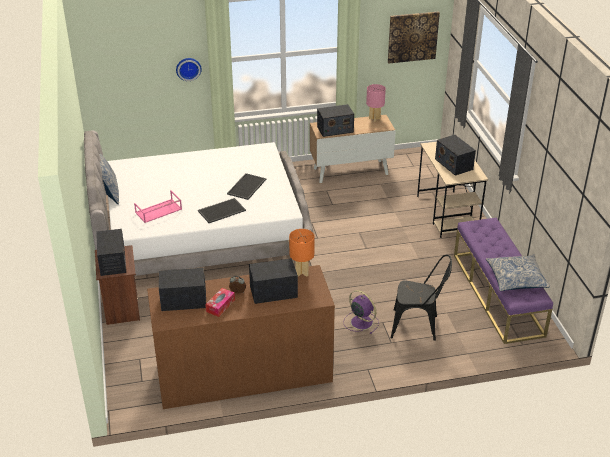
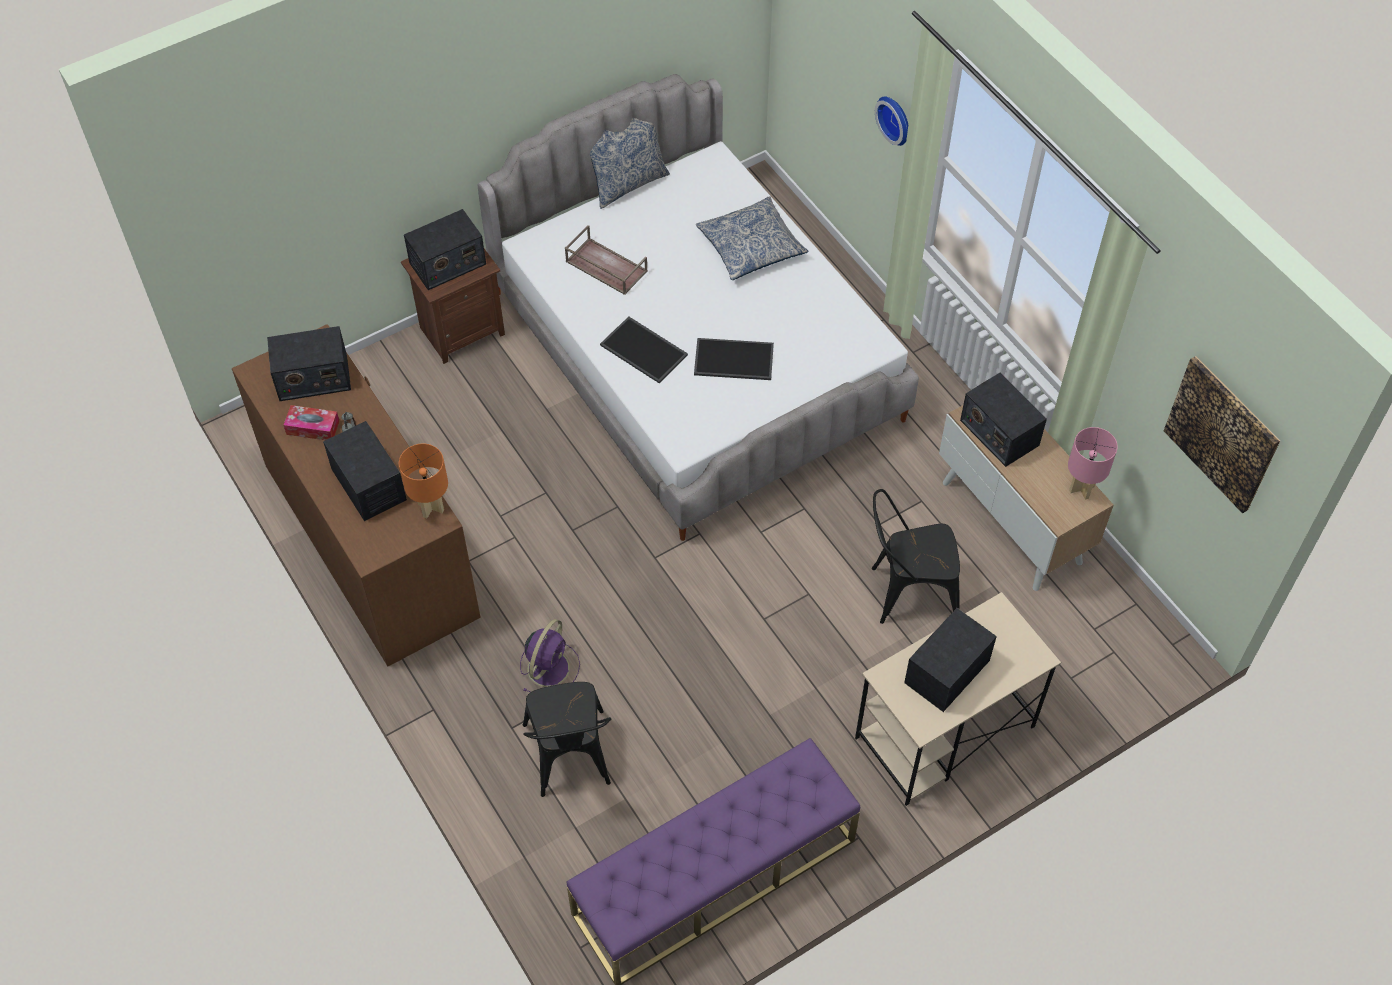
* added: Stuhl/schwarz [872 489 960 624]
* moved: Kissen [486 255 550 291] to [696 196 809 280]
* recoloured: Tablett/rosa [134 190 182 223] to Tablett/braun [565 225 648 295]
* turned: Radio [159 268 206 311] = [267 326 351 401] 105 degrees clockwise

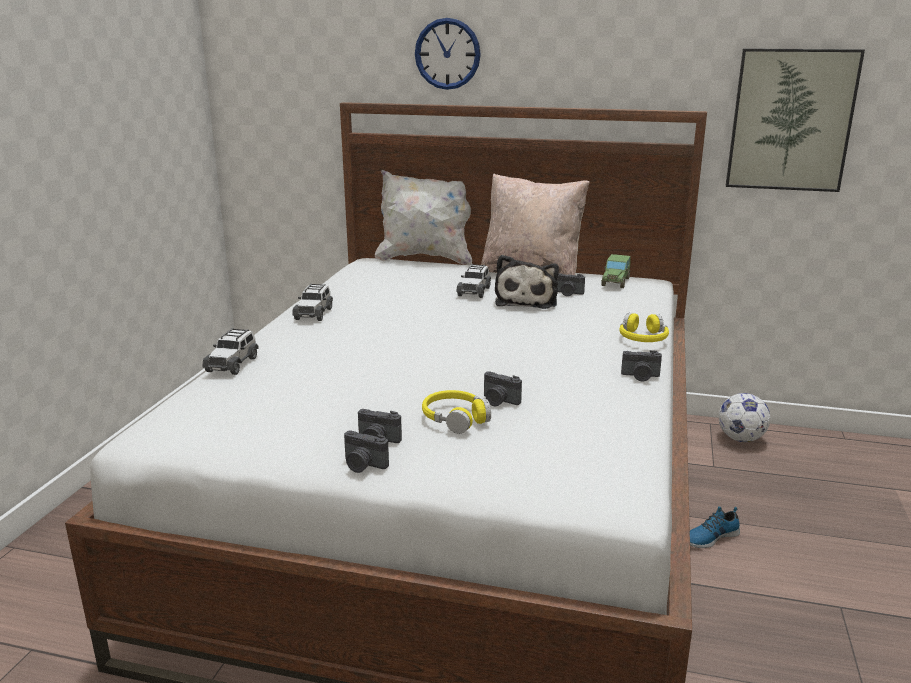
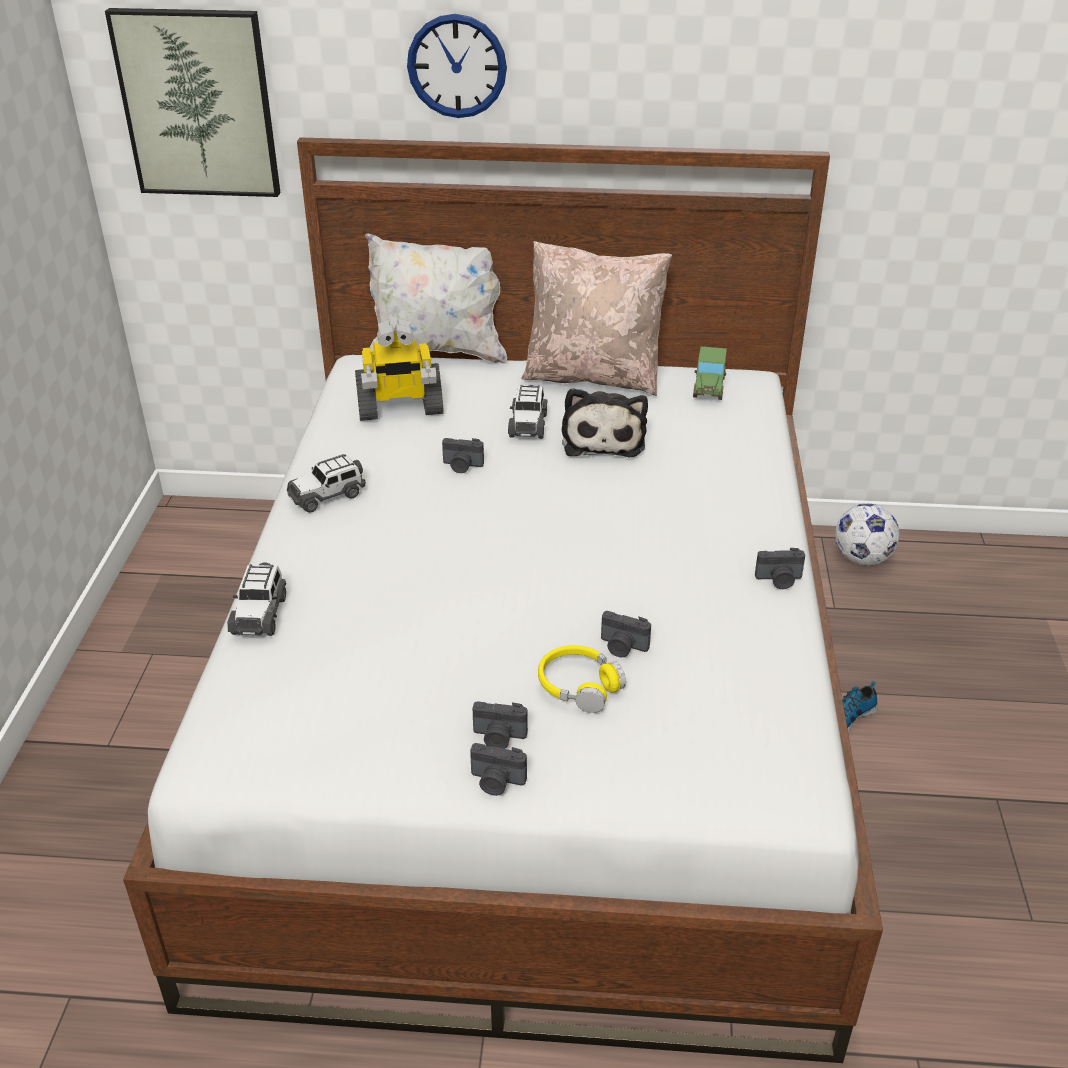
* removed: Kopfhörer/gelb [619 313 669 342]
* added: Spielzeugroboter [355 319 444 421]
* moved: Kamera [557 273 585 296] to [442 438 484 473]
* moved: Bild [726 48 865 192] to [105 8 280 197]
* turned: Spielzeugauto [292 283 333 321] = [287 454 366 513] 60 degrees clockwise

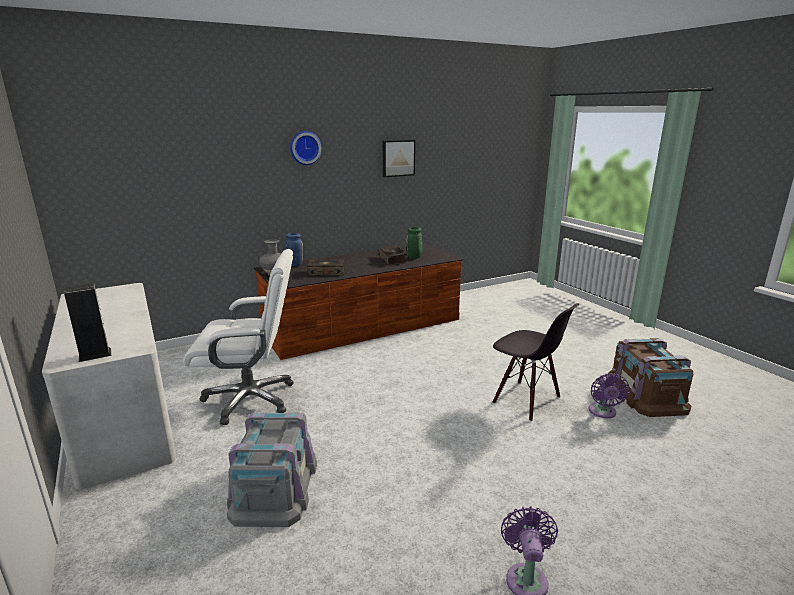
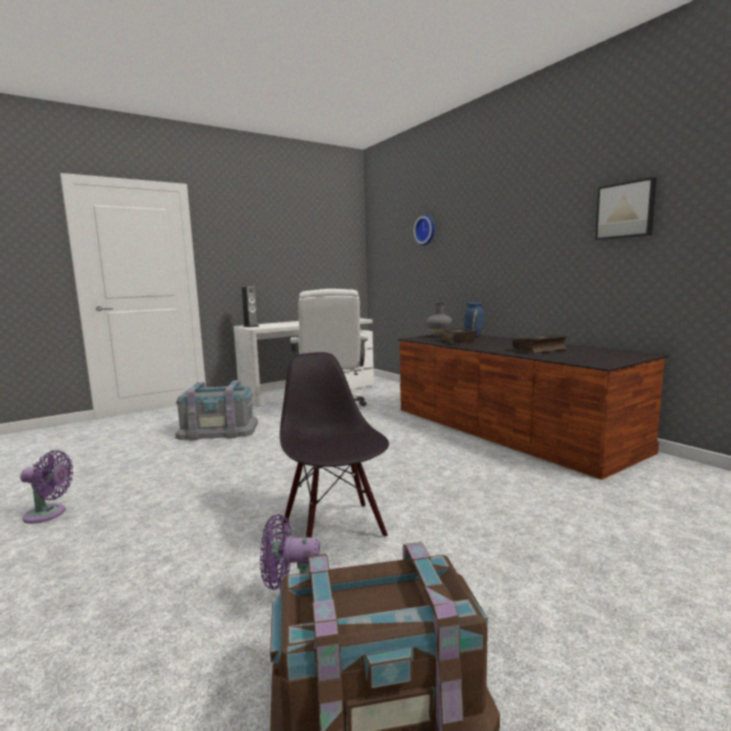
* removed: Vase/grün [406 227 423 259]
* moved: Wanduhr [290 131 322 165] to [414 215 435 246]
* turned: Stuhl/schwarz [493 303 579 421] = [280 352 389 538] 120 degrees clockwise

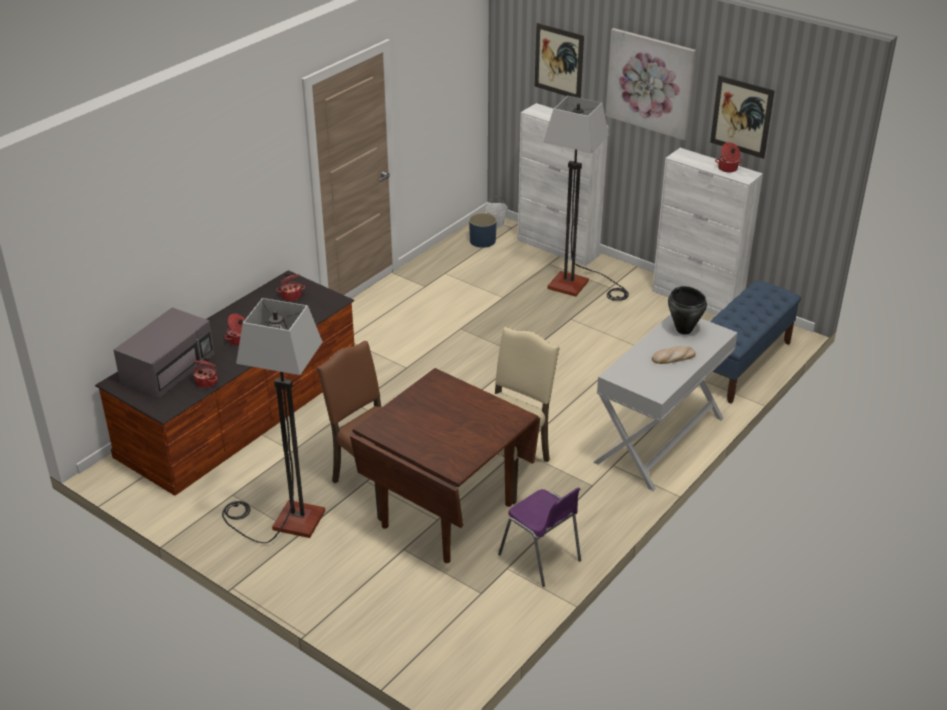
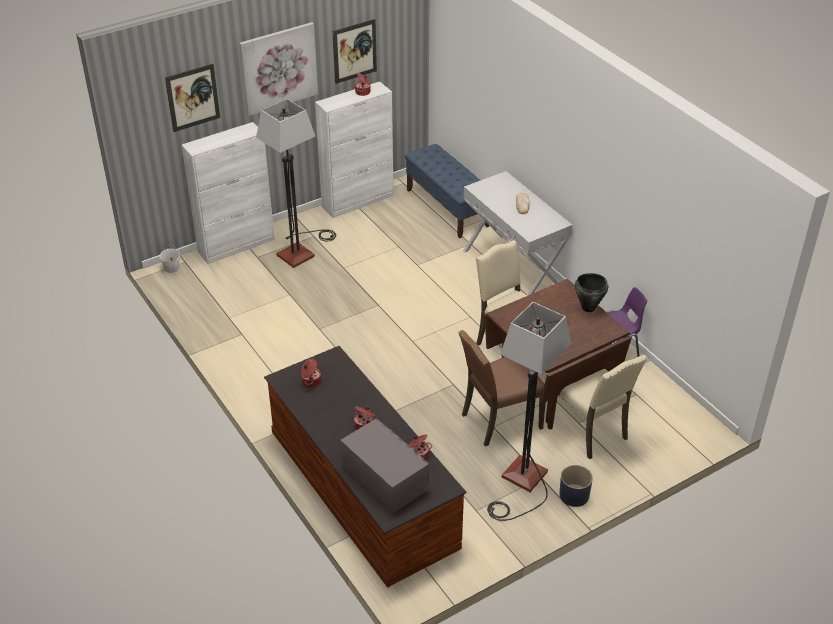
* added: Stuhl/beige [545 355 647 459]
* moved: Pflanzkübel/blau [469 213 497 248] to [559 465 593 507]
* moved: Kochtopf/schwarz [668 286 707 334] to [575 273 608 312]

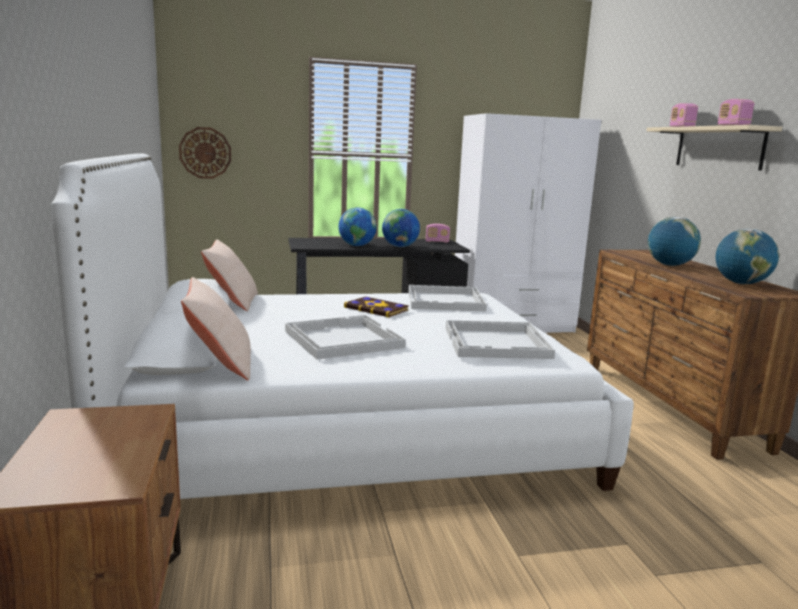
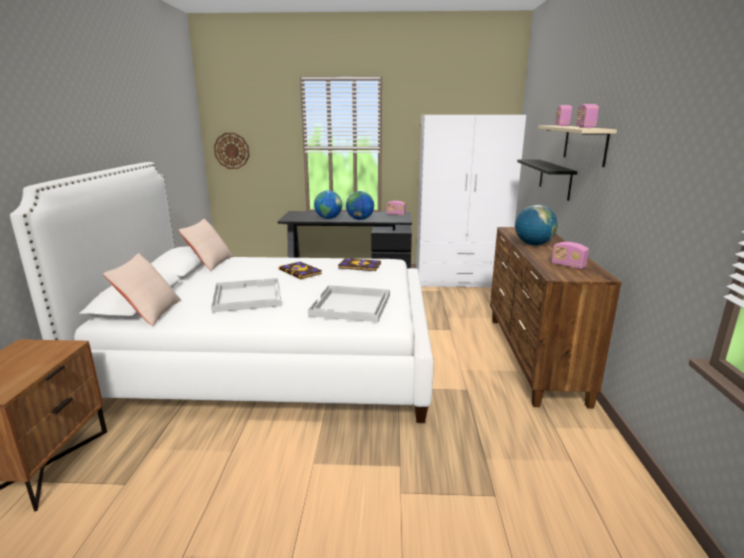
* added: Wandregal/schwarz [517 159 578 201]
* replaced: Tablett/weiß [409 285 487 312] to Buch [338 258 381 271]
* replaced: Globus [715 229 779 284] to Radio [552 242 589 269]

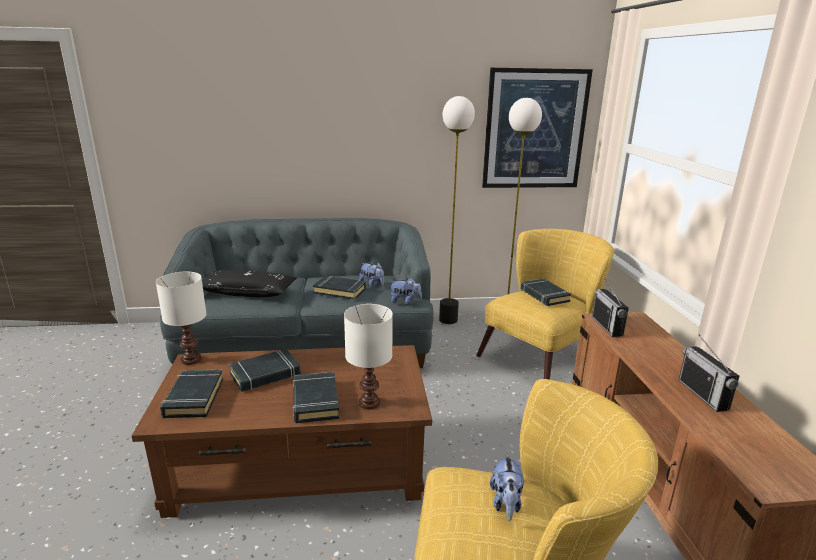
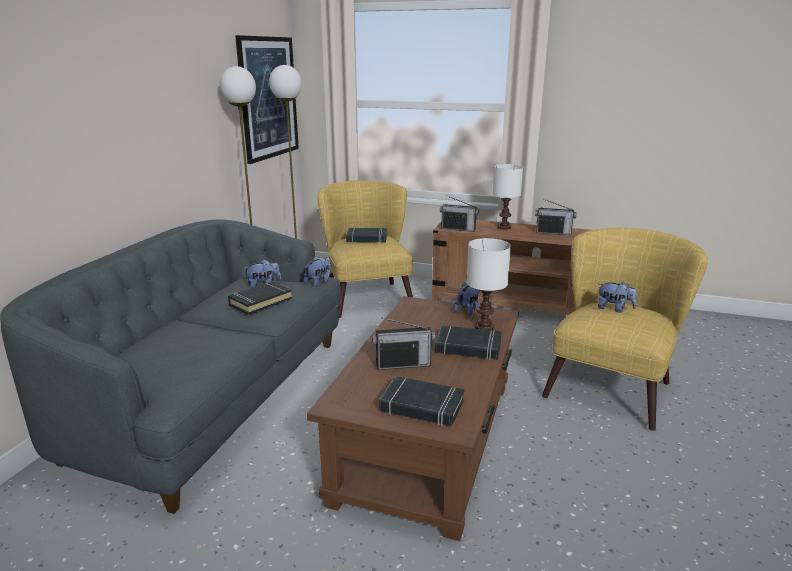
* removed: Kissen/schwarz [202 270 297 297]
* added: Plüschtier [454 281 480 316]
* moved: Tischlampe/weiß [156 272 207 365] to [492 164 523 229]
* replaced: Buch/schwarz [229 349 301 392] to Radio [372 318 436 370]

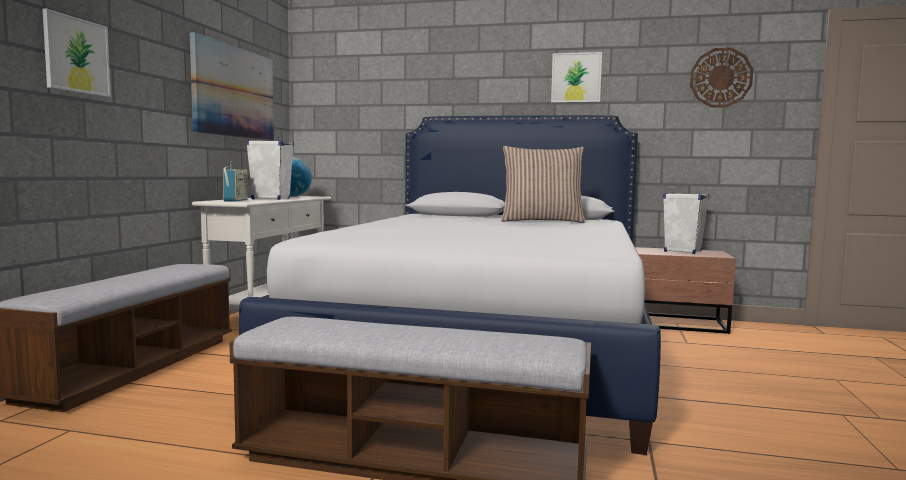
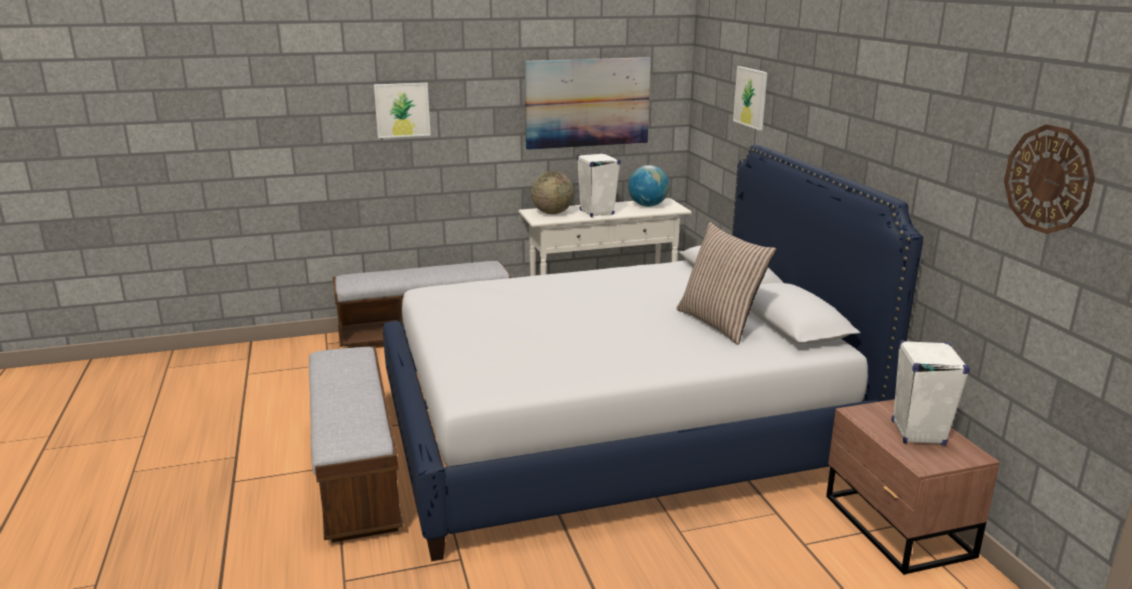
* moved: Bild [551 52 602 103] to [733 66 767 130]
* replaced: Radio [223 162 248 202] to Globus [531 171 574 214]

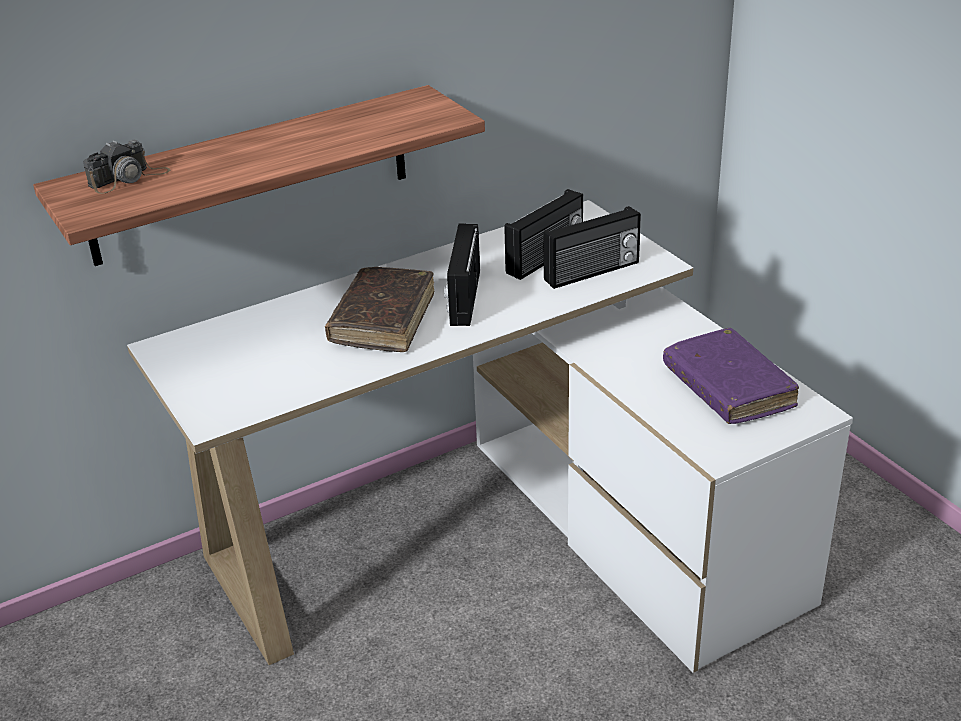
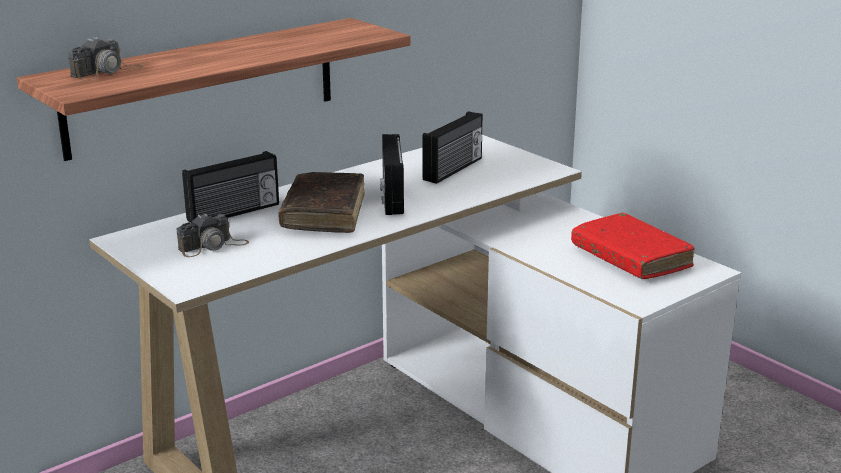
* added: Kamera [177 213 249 257]
* moved: Radio [544 206 641 289] to [182 151 279 223]
* recoloured: Buch/lila [663 328 799 424] to Buch/rot [571 213 695 279]

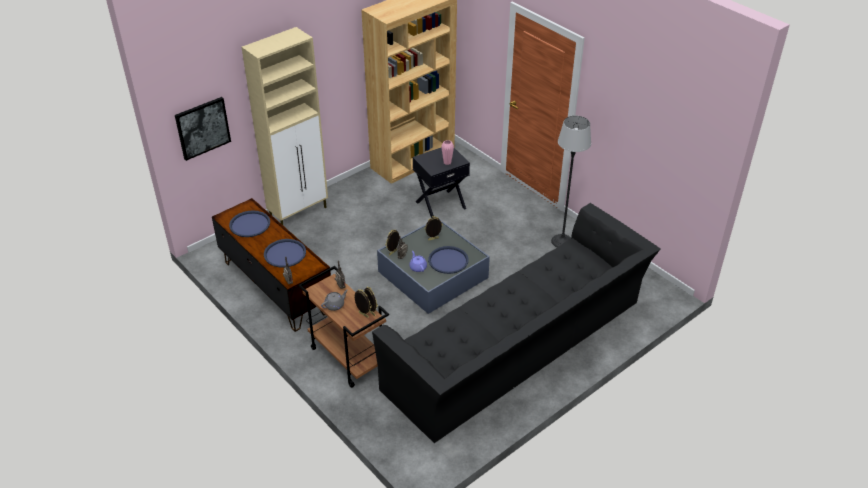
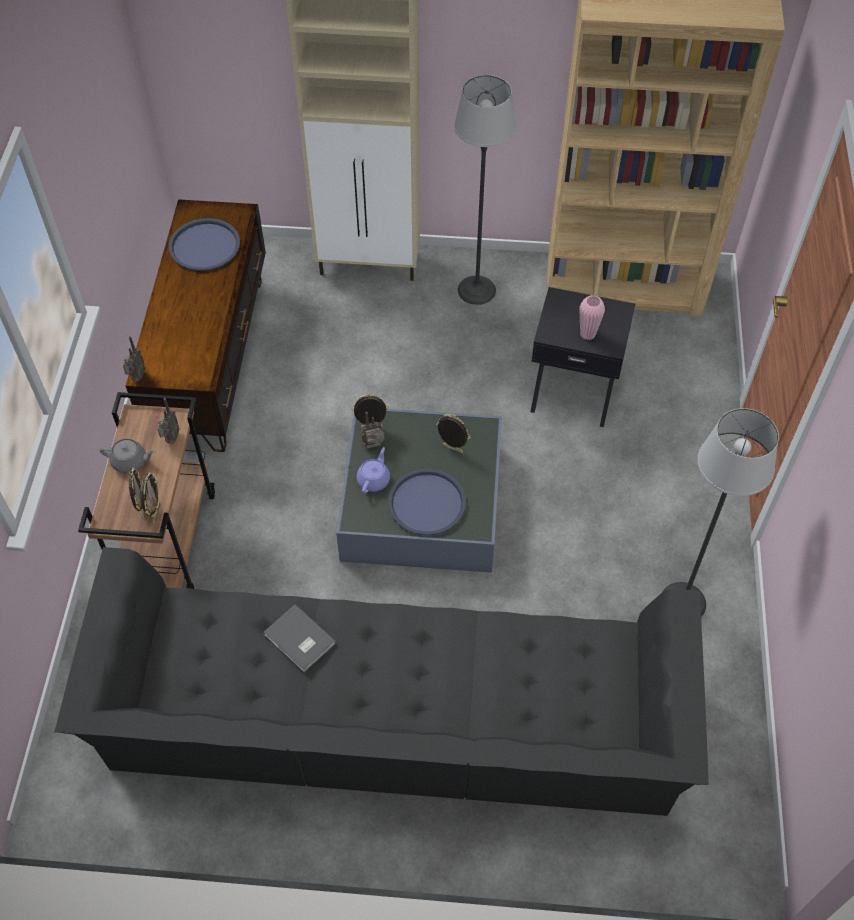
* removed: Bild [175 97 231 161]
* removed: Tablett/blau [264 239 306 267]
* added: Buch/grau [264 604 336 672]
* added: Stehlampe [454 75 516 305]

